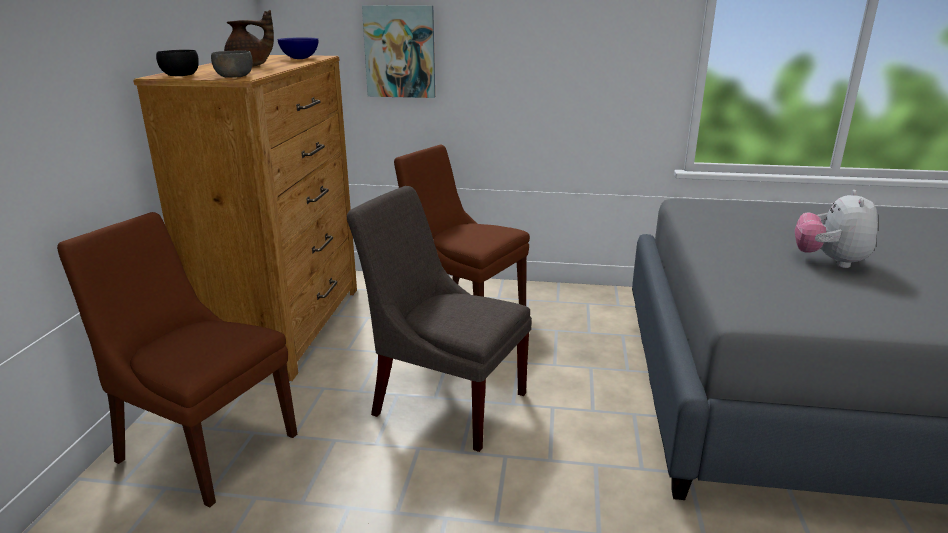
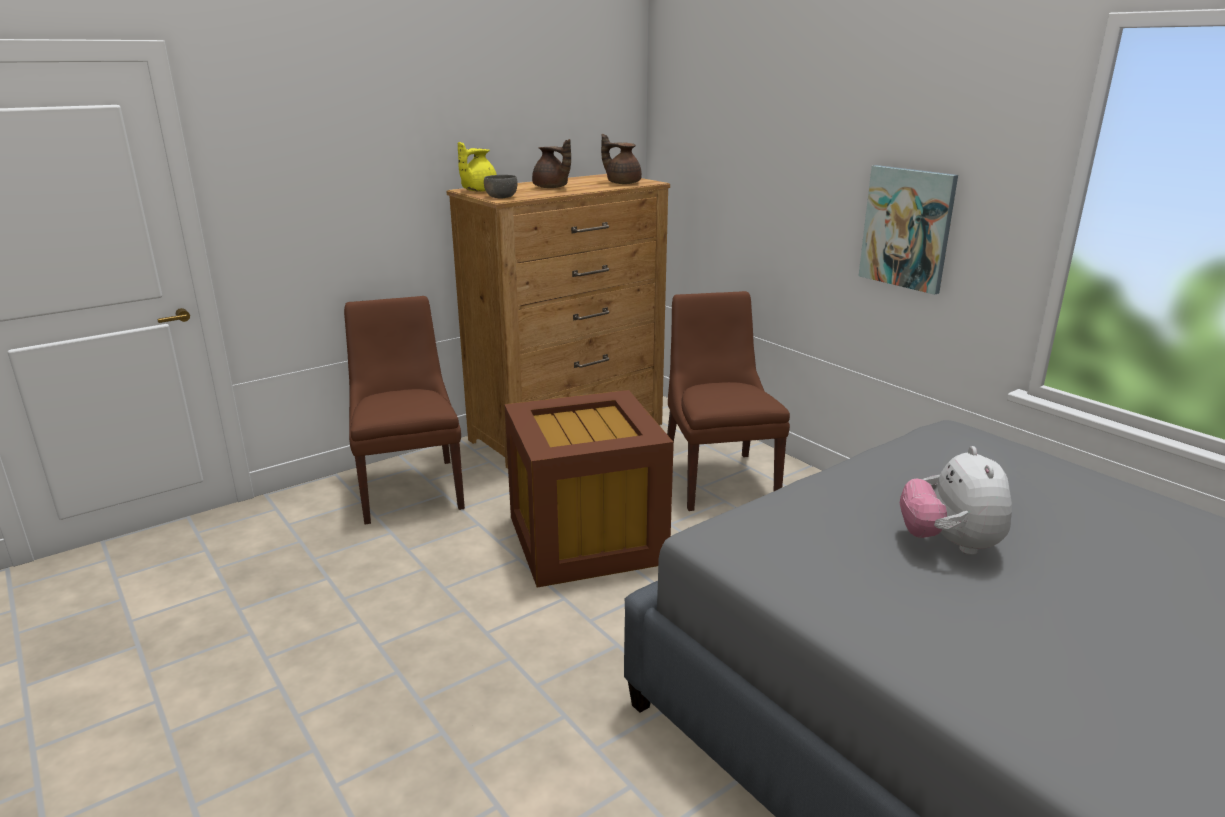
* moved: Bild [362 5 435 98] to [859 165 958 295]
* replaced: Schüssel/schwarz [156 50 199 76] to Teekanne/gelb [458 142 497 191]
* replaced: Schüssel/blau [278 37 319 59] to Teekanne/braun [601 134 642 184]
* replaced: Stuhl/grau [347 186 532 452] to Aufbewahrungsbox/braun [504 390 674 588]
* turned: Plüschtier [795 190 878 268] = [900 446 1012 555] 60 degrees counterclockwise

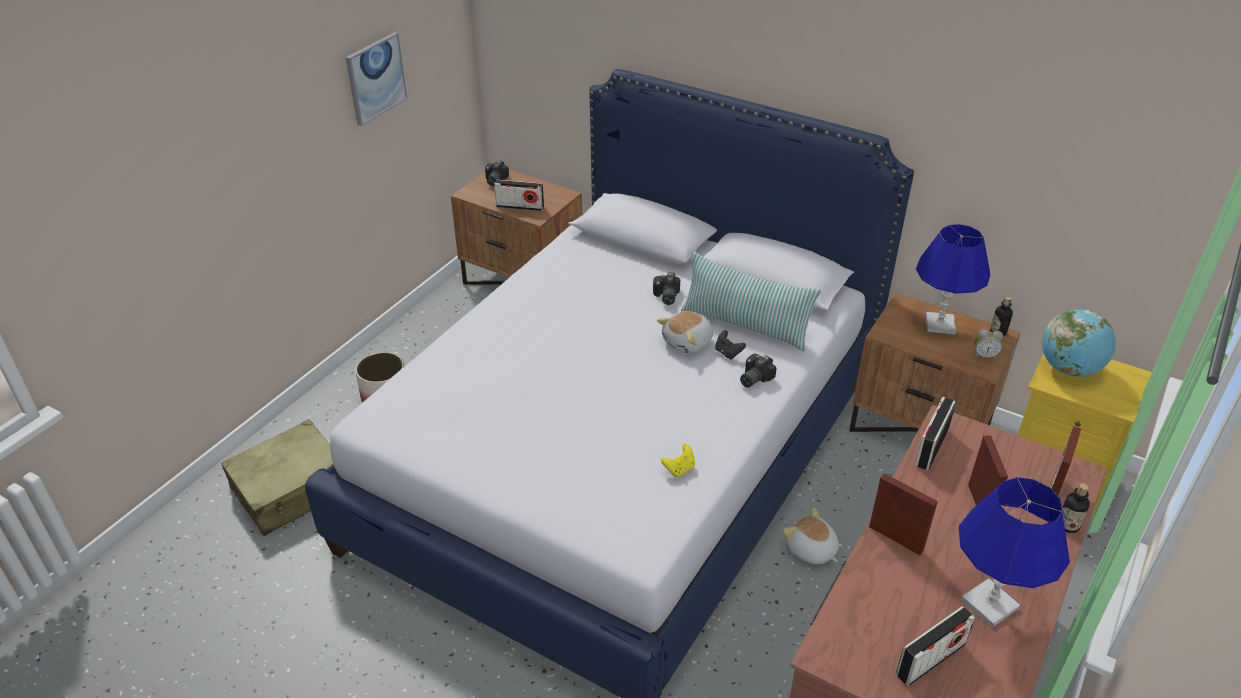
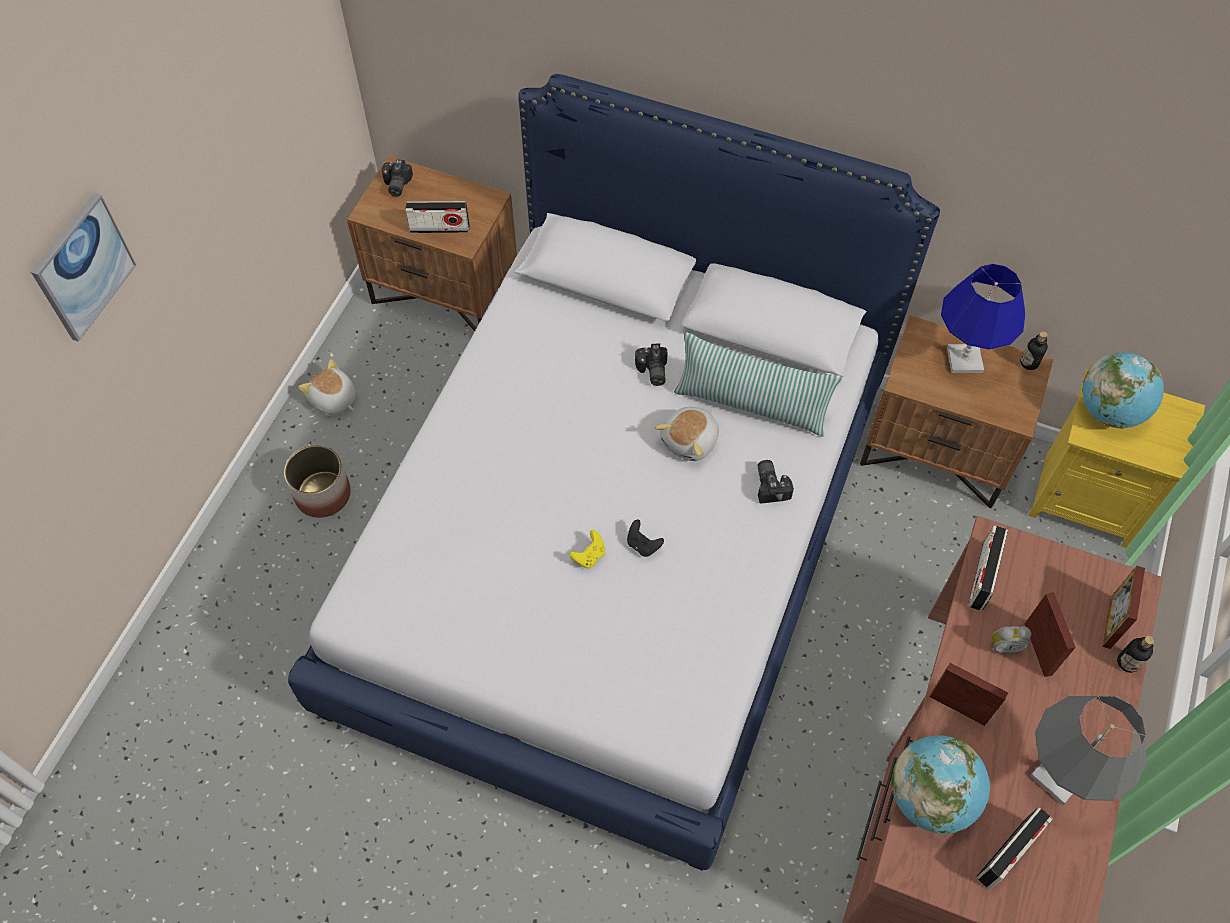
* removed: Koffer/beige [221 419 333 536]
* added: Globus [891 735 990 834]
* moved: Bild [346 32 407 126] to [31 193 136 342]
* moved: Gamepad/gelb [661 444 695 477] to [569 530 605 568]
* moved: Gamepad/schwarz [715 330 746 360] to [627 520 664 557]
* moved: Plüschtier [783 508 839 564] to [299 359 357 415]
* moved: Wecker [974 330 1003 360] to [991 626 1031 653]
* recoloured: Tischlampe/blau [959 477 1070 627] to Tischlampe/grau [1030 696 1146 805]
* turned: Kamera [740 354 777 387] = [758 460 794 503] 135 degrees clockwise

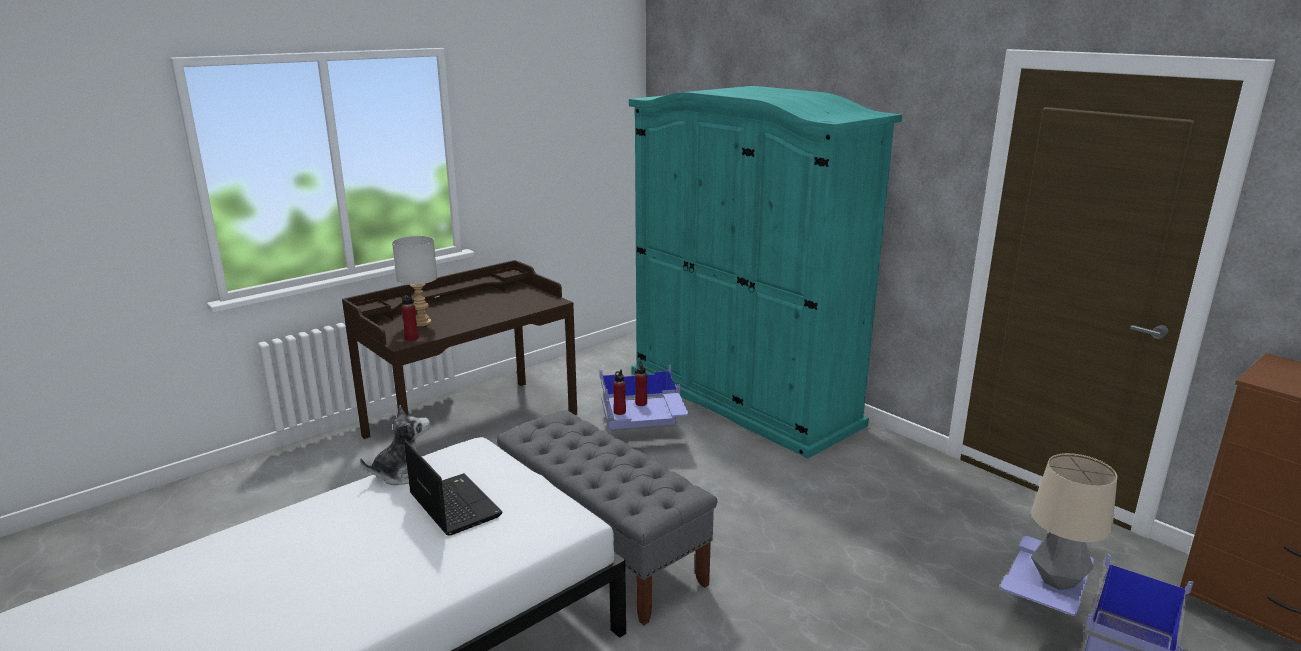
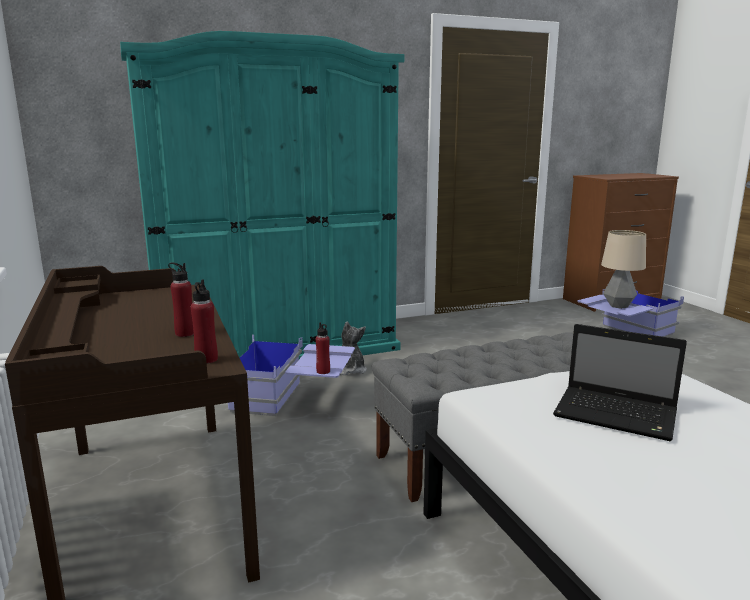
* removed: Tischlampe/grau [392 236 437 326]
* moved: Plüschtier [360 405 430 485] to [341 322 367 375]
* moved: Flasche/rot [635 361 647 406] to [168 263 194 337]
* turned: Laptop [404 440 503 536] = [553 324 687 442] 135 degrees counterclockwise

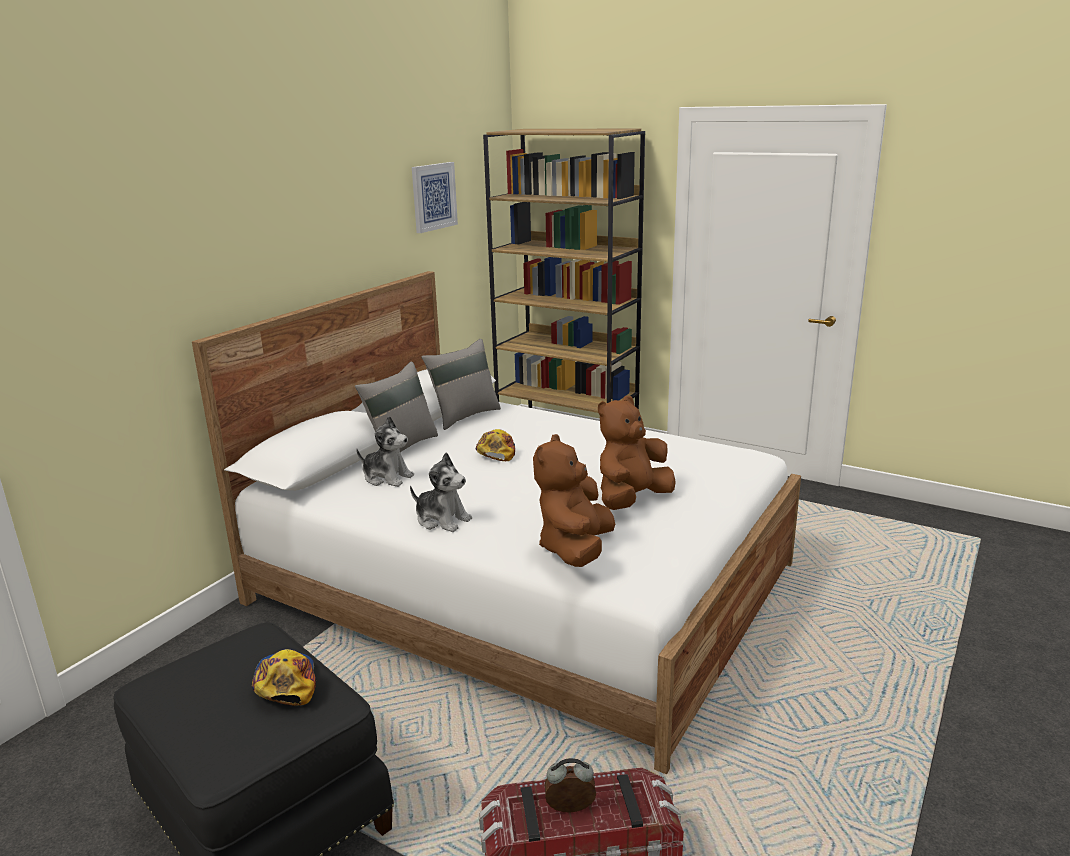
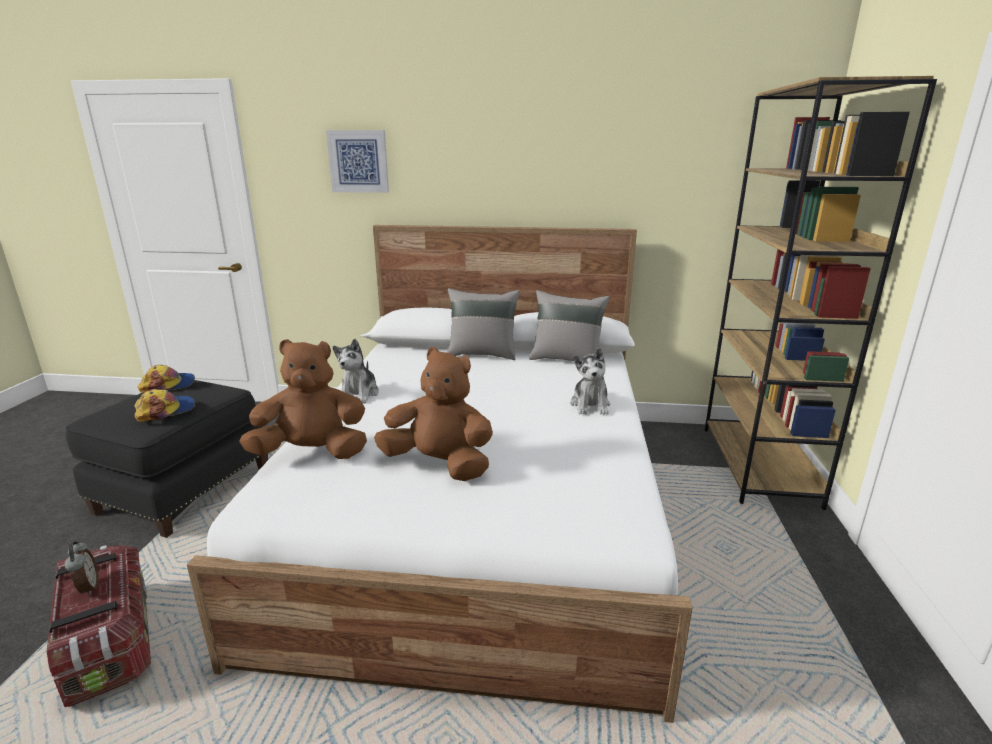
* moved: Plüschtier [356 416 414 487] to [570 347 610 414]
* moved: Bild [412 162 458 233] to [326 130 389 193]
* moved: Kappe [475 429 515 461] to [138 365 195 393]

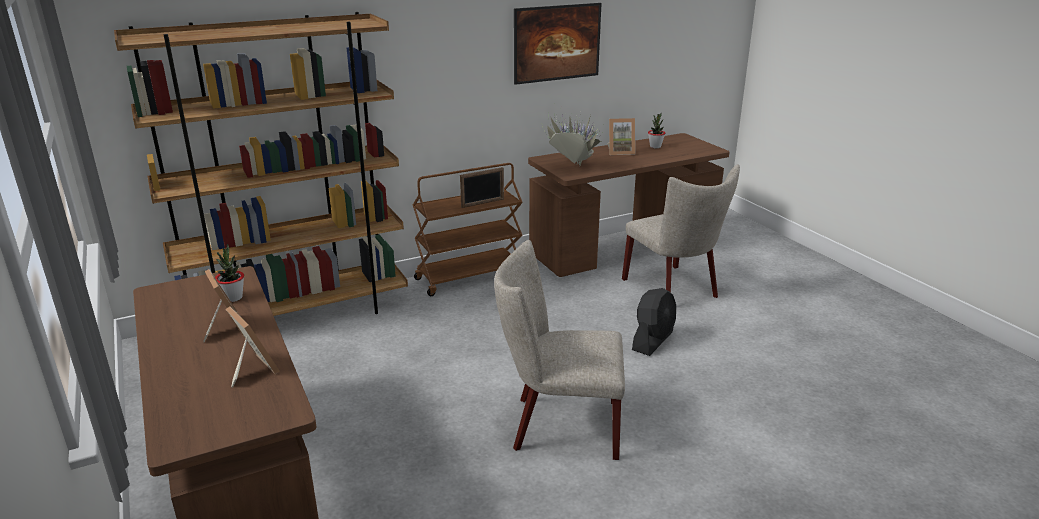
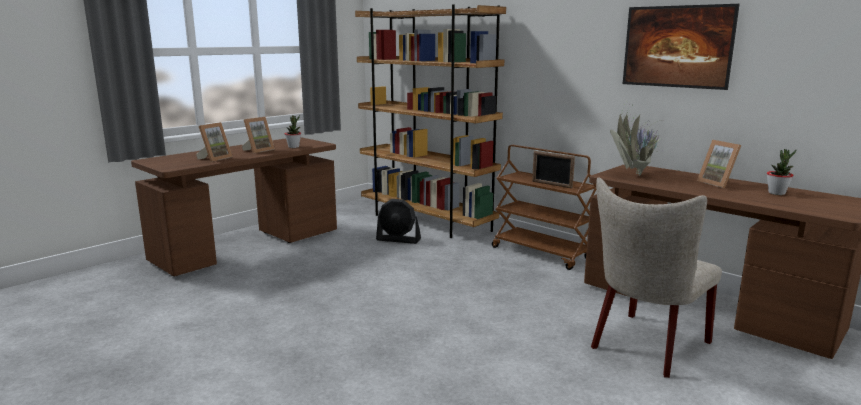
* removed: Stuhl/beige [494 240 625 460]
* moved: Ventilator/schwarz [632 288 676 356] to [376 199 421 244]

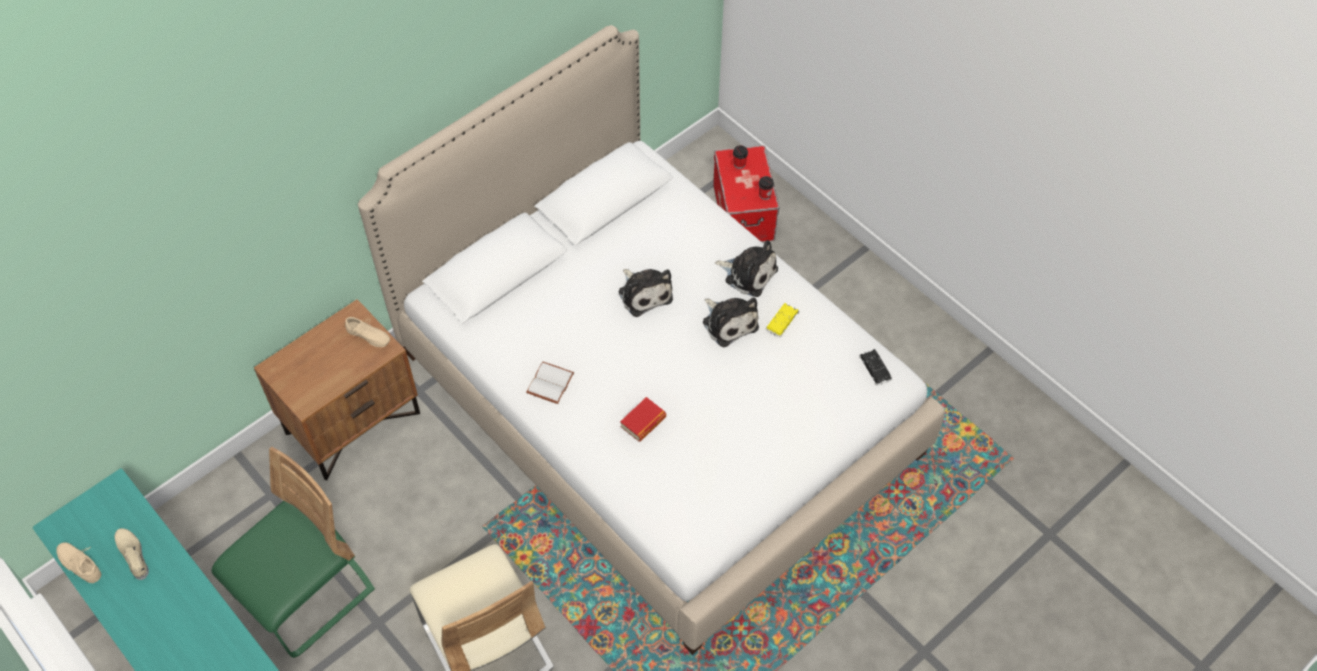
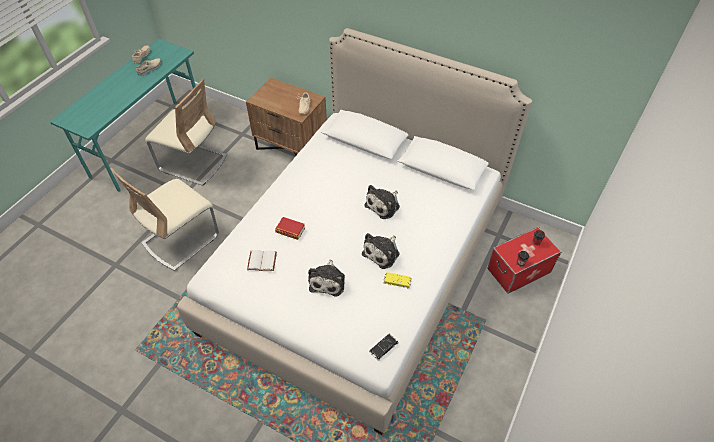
* moved: Buch/weiß [526 362 574 404] to [247 250 277 271]
* moved: Plüschtier [715 240 778 297] to [308 259 345 297]
* recoloured: Stuhl/grün [211 447 375 658] to Stuhl/beige [145 79 227 186]

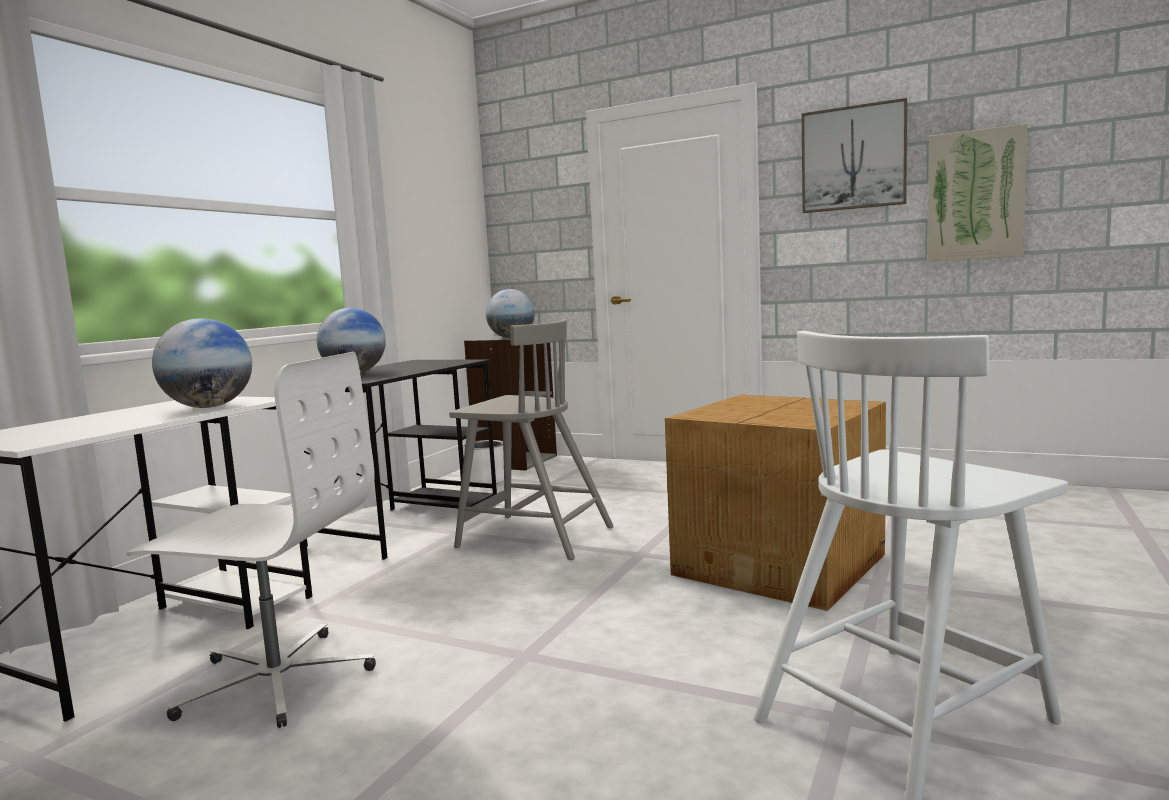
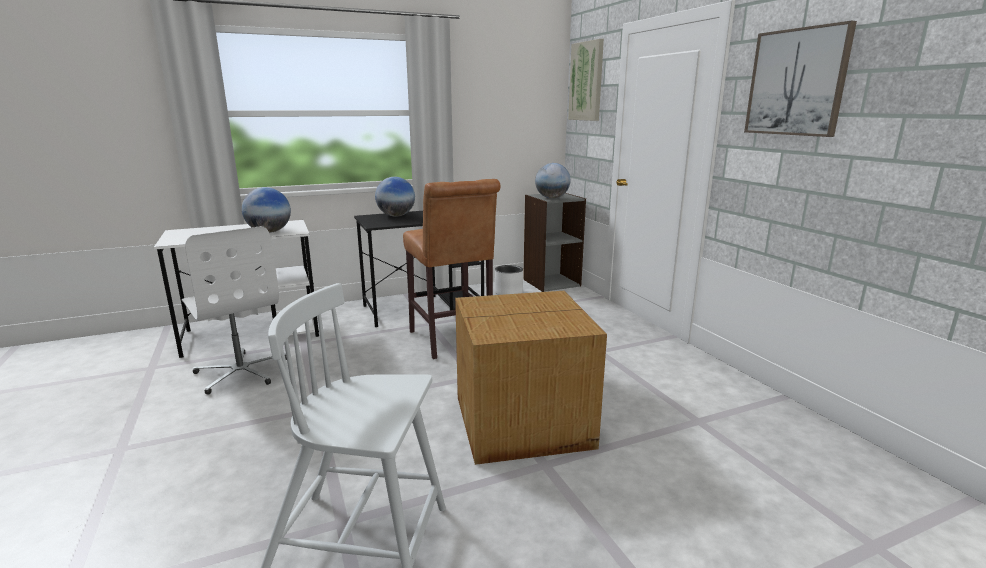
* moved: Bild [927 123 1028 262] to [568 39 604 121]
* replaced: Stuhl/grau [449 319 614 560] to Hocker/braun [403 179 500 359]

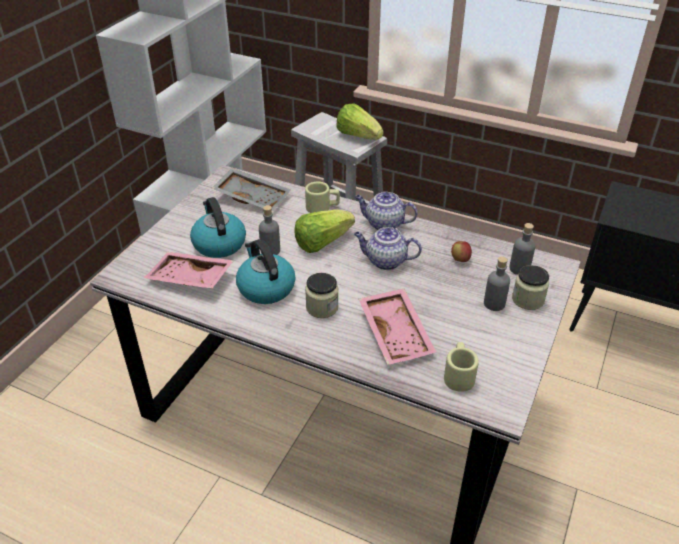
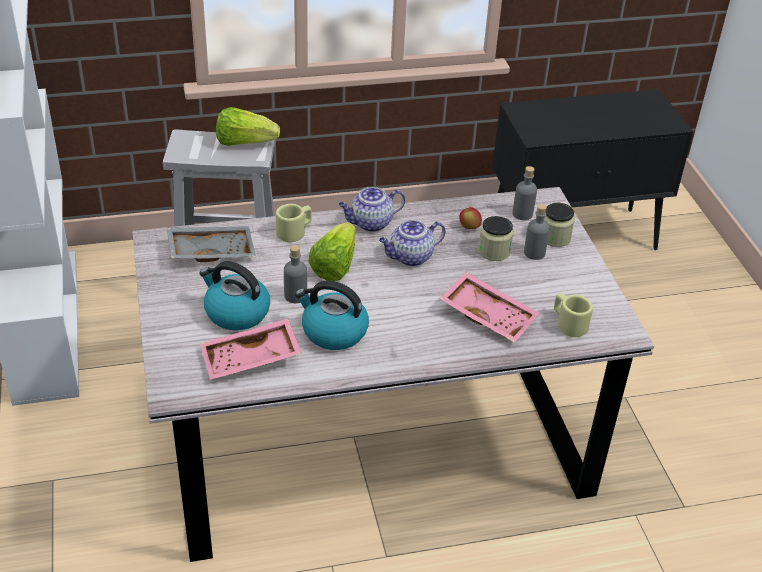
* moved: Vorratsglas [305 273 338 318] to [478 216 513 261]

